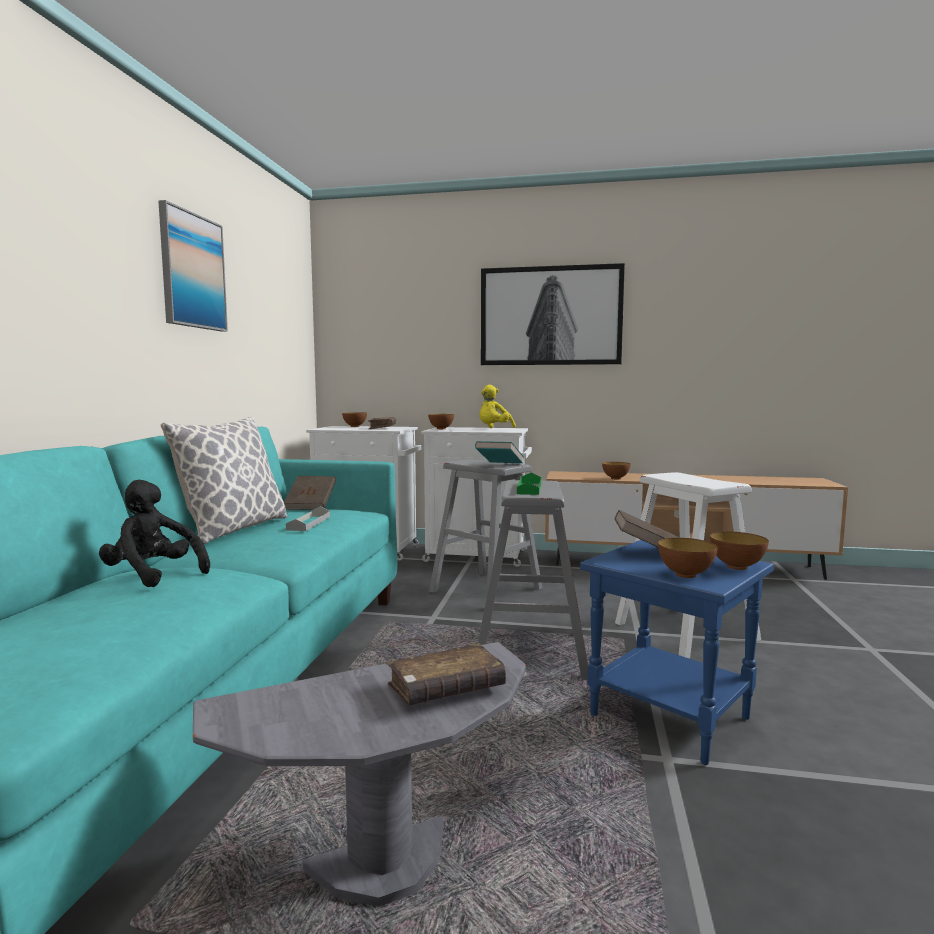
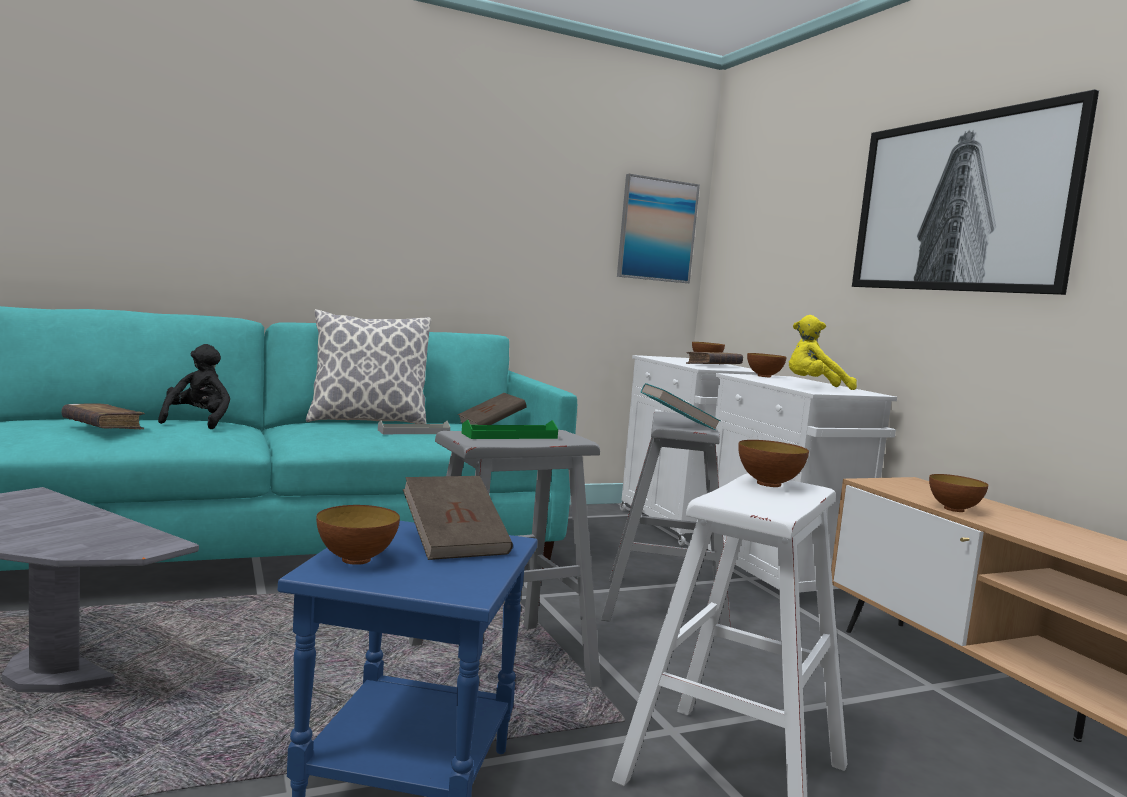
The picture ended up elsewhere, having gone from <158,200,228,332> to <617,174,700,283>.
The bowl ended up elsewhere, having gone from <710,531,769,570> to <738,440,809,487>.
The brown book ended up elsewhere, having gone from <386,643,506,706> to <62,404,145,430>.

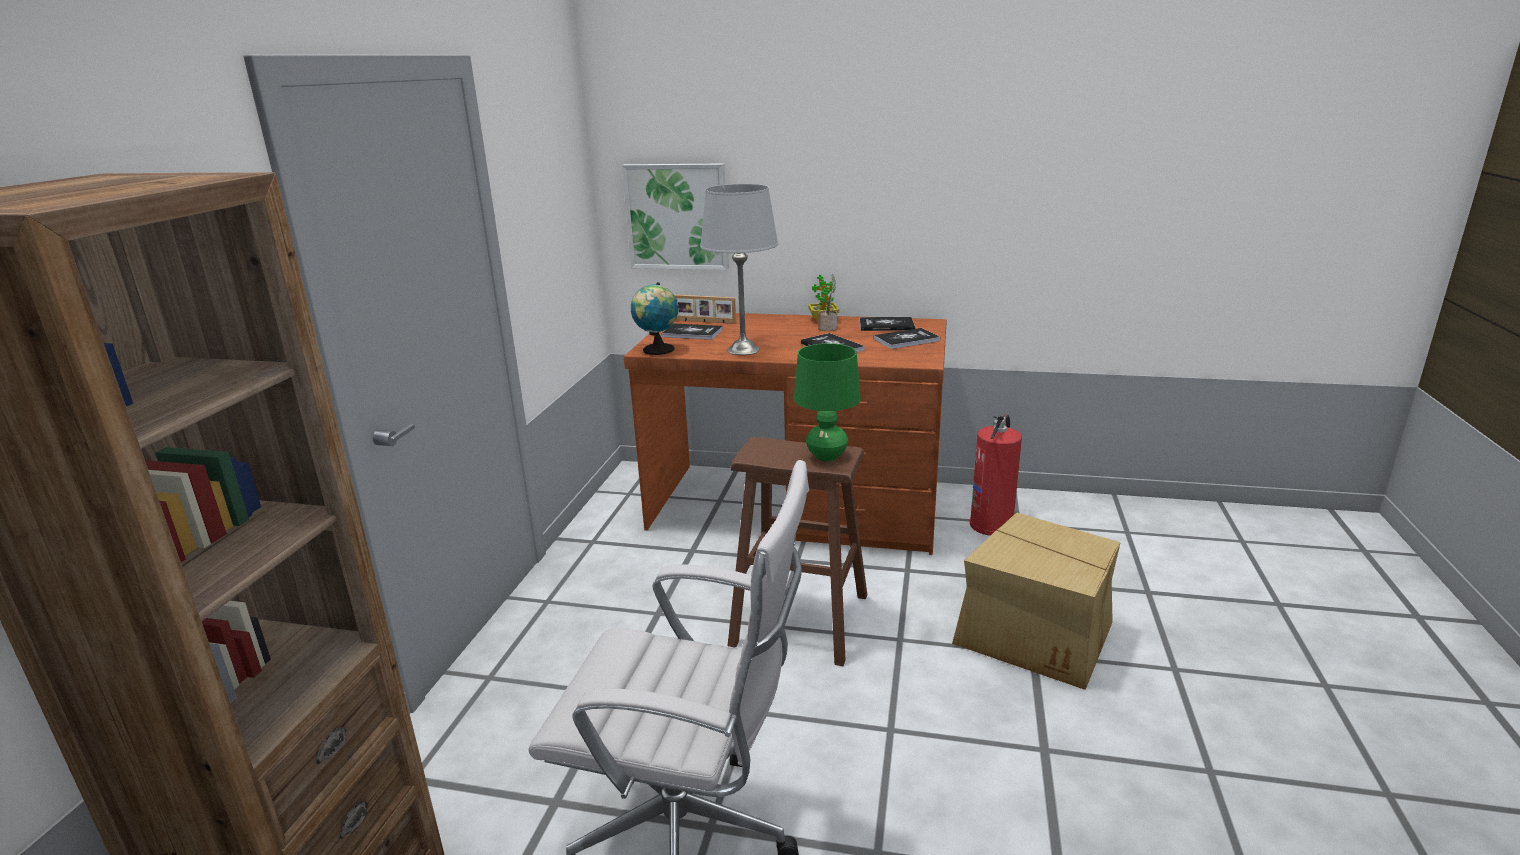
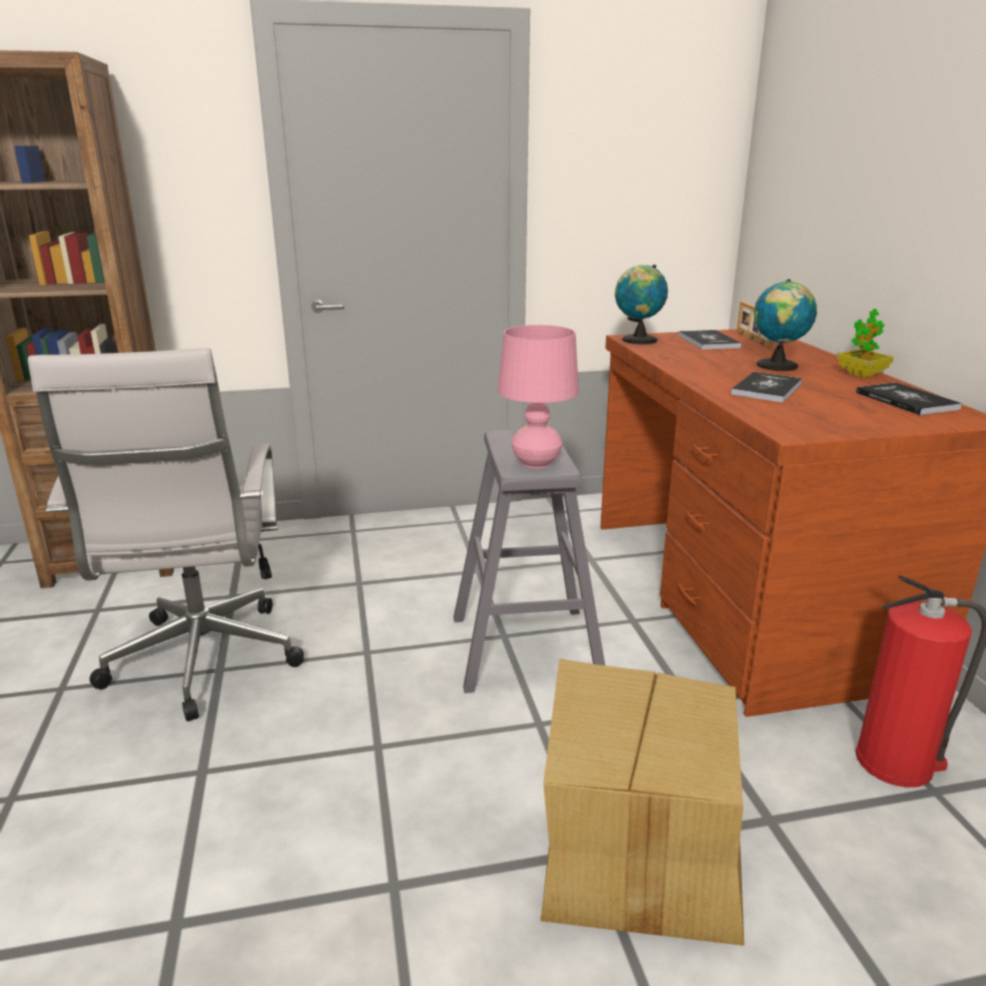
The second view lost the picture at <622,164,729,270>.
The second view lost the grey table lamp at <700,184,778,355>.
The second view lost the potted plant at <818,274,837,331>.
The second view lost the book at <874,328,941,349>.
What was the green table lamp at <794,343,861,461> turned into the pink table lamp at <498,325,579,468>.
What was the brown stool at <727,437,867,666> turned into the grey stool at <454,430,605,693>.
The second view gained the globe at <754,279,817,371>.

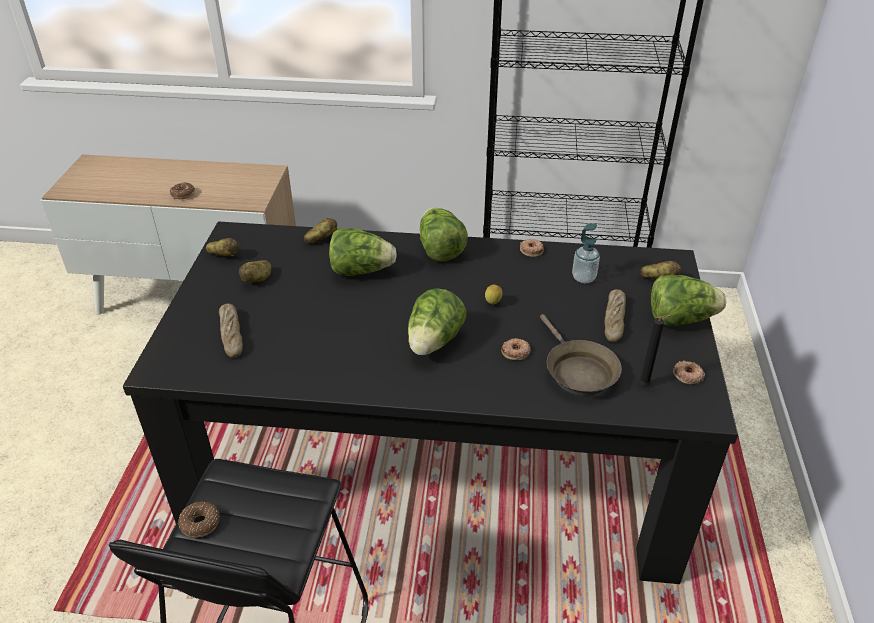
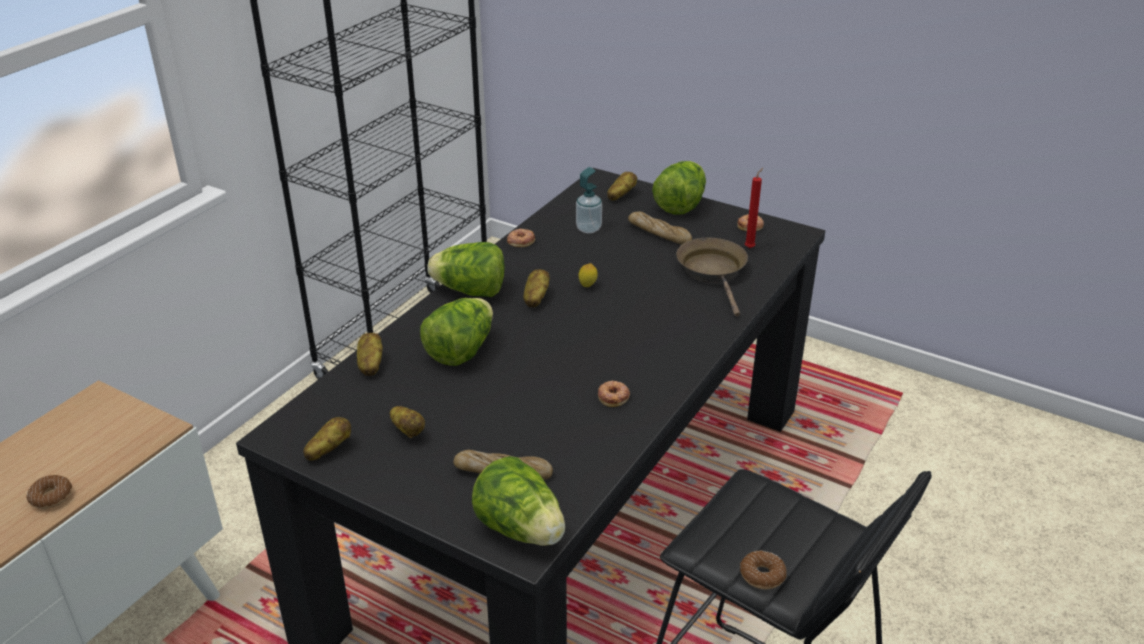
The lettuce ended up elsewhere, having gone from <408,288,467,355> to <472,456,565,546>.
The brown frying pan at <540,314,622,396> ended up facing another way, 105 degrees counterclockwise from before.
What was the black candle at <639,315,672,385> turned into the red candle at <745,168,763,248>.
The donut ended up elsewhere, having gone from <501,338,531,360> to <598,381,630,407>.
The second view gained the potato at <524,269,549,307>.

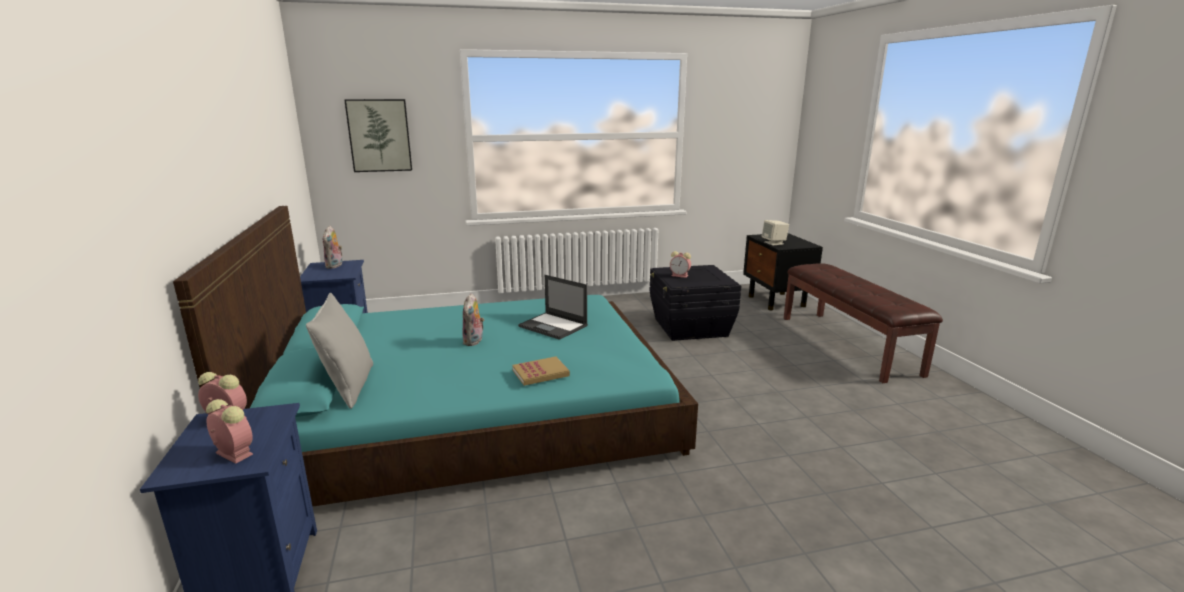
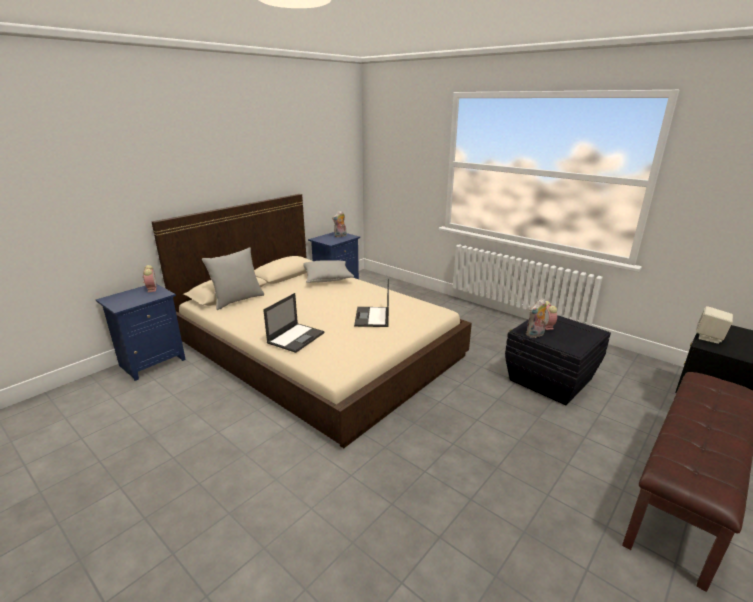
The second view lost the picture at <344,99,412,172>.
What was the turquoise bed at <173,206,698,507> turned into the beige bed at <152,194,472,448>.
The plush toy ended up elsewhere, having gone from <462,293,484,346> to <526,299,546,338>.
Where the book stood at <512,357,570,386>, the laptop came to stand at <263,293,324,353>.
The second view lost the alarm clock at <206,399,253,464>.
The second view gained the grey pillow at <303,260,354,283>.

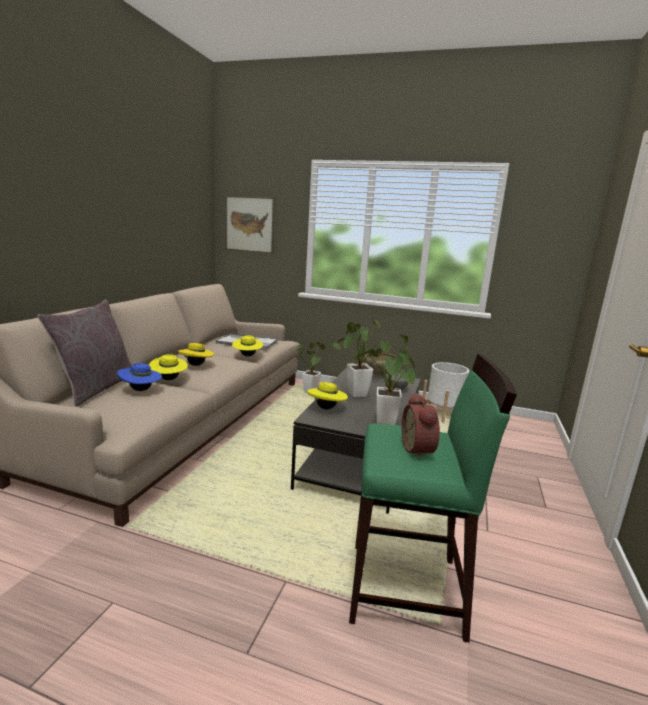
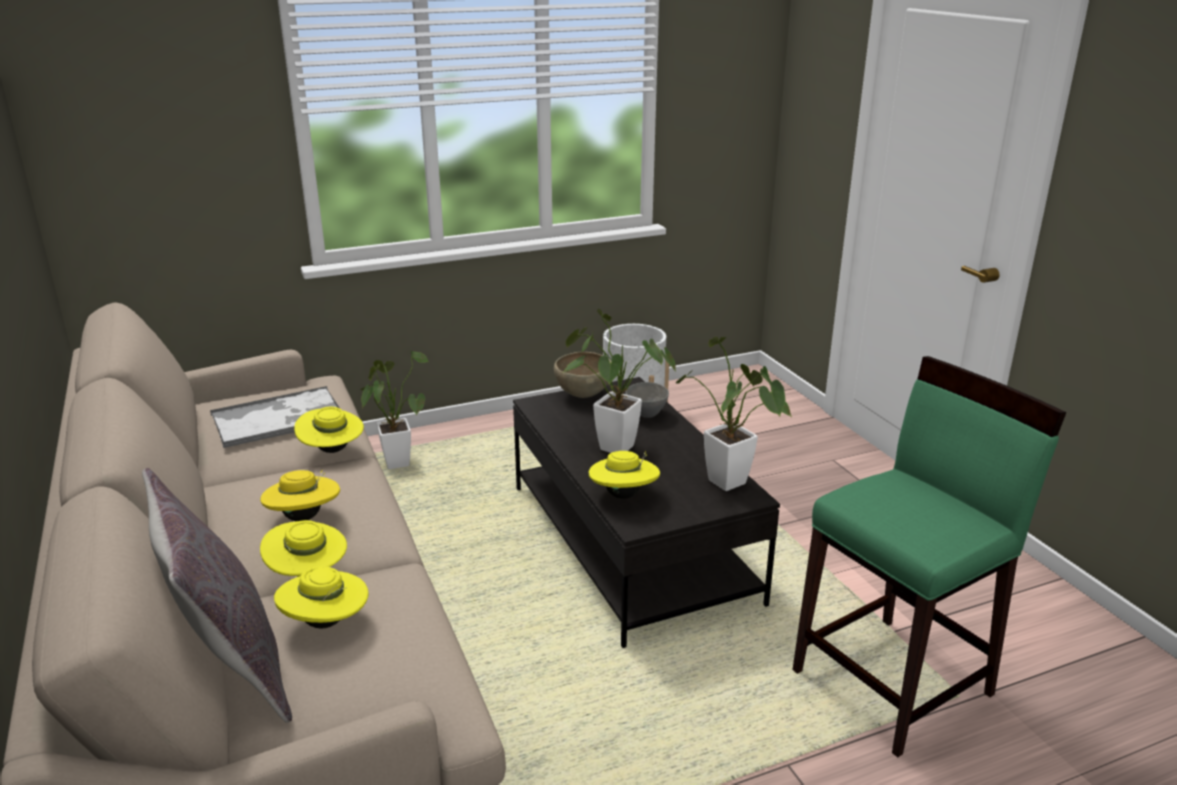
The second view lost the picture at <225,195,275,254>.
What was the blue hat at <117,363,162,391> turned into the yellow hat at <274,566,369,628>.
The second view lost the alarm clock at <402,393,440,460>.

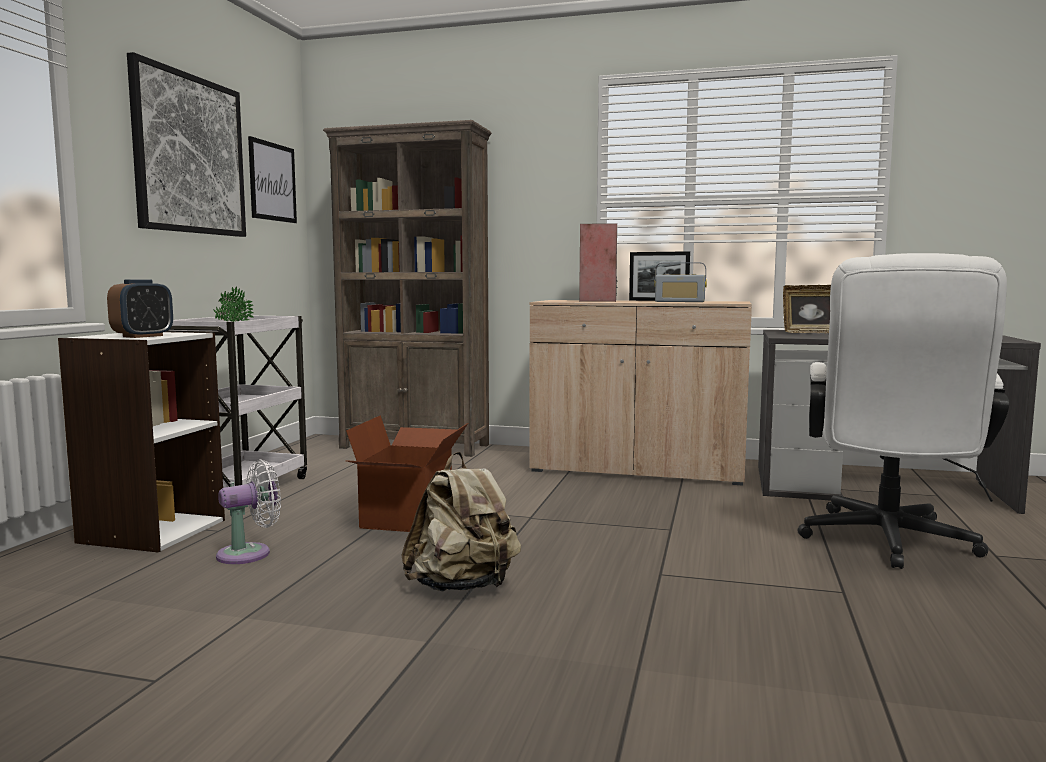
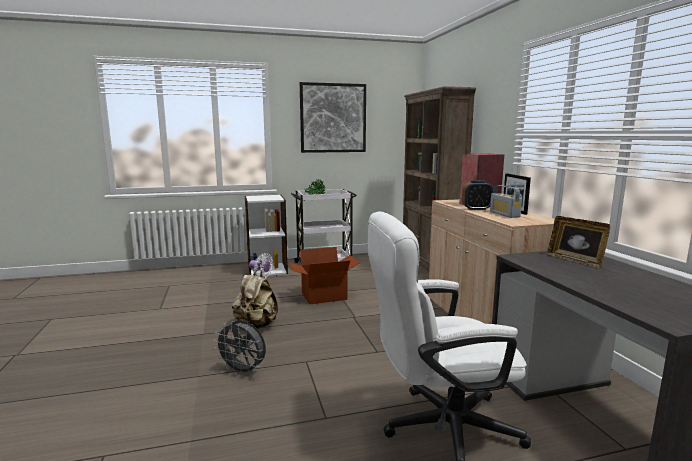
The second view lost the picture at <248,136,297,223>.
The alarm clock ended up elsewhere, having gone from <107,280,173,338> to <462,180,493,210>.
The second view gained the grey fan at <213,320,266,376>.

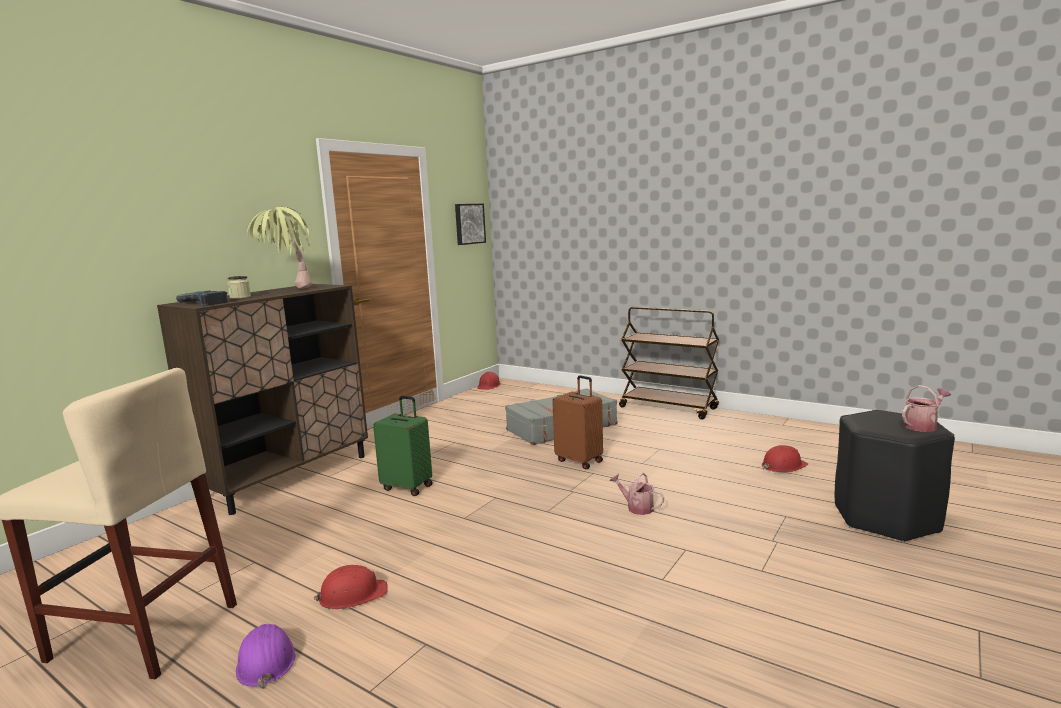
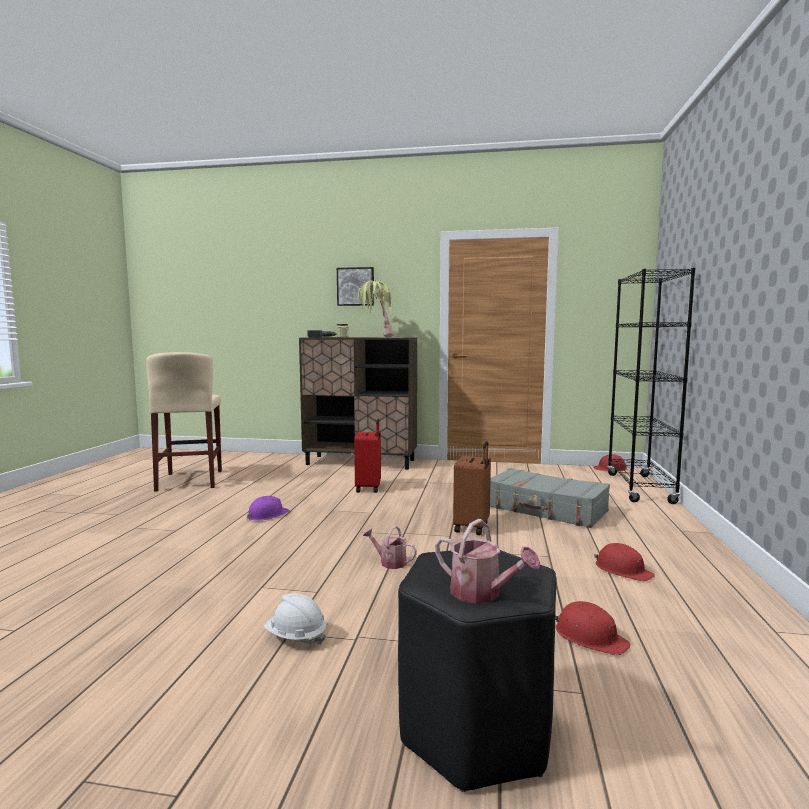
The picture ended up elsewhere, having gone from <455,204,486,245> to <337,267,374,306>.
The second view lost the brown cart at <619,307,719,420>.
What was the green suitcase at <373,396,433,496> turned into the red suitcase at <354,419,381,493>.
The watering can at <609,473,664,515> ended up facing another way, 75 degrees counterclockwise from before.
The red hard hat ended up elsewhere, having gone from <313,565,388,609> to <594,543,655,581>.
The purple hard hat ended up elsewhere, having gone from <236,624,295,689> to <247,496,290,520>.
The second view gained the black bookcase at <607,268,696,504>.
The second view gained the white hard hat at <264,593,326,645>.

